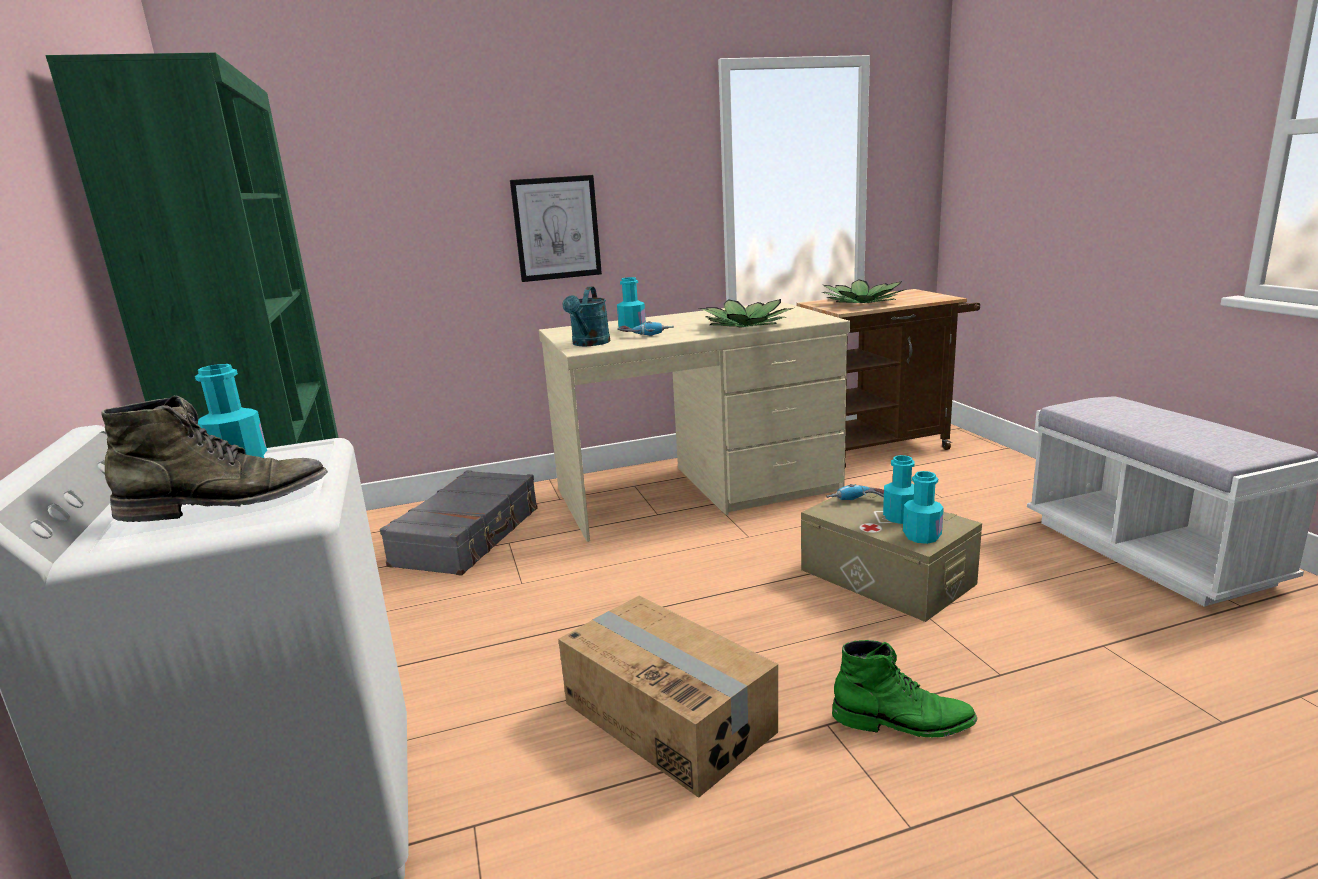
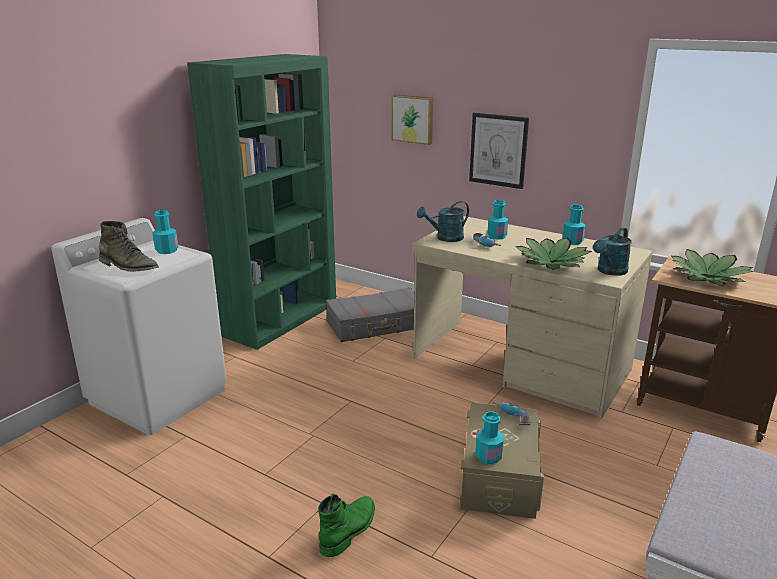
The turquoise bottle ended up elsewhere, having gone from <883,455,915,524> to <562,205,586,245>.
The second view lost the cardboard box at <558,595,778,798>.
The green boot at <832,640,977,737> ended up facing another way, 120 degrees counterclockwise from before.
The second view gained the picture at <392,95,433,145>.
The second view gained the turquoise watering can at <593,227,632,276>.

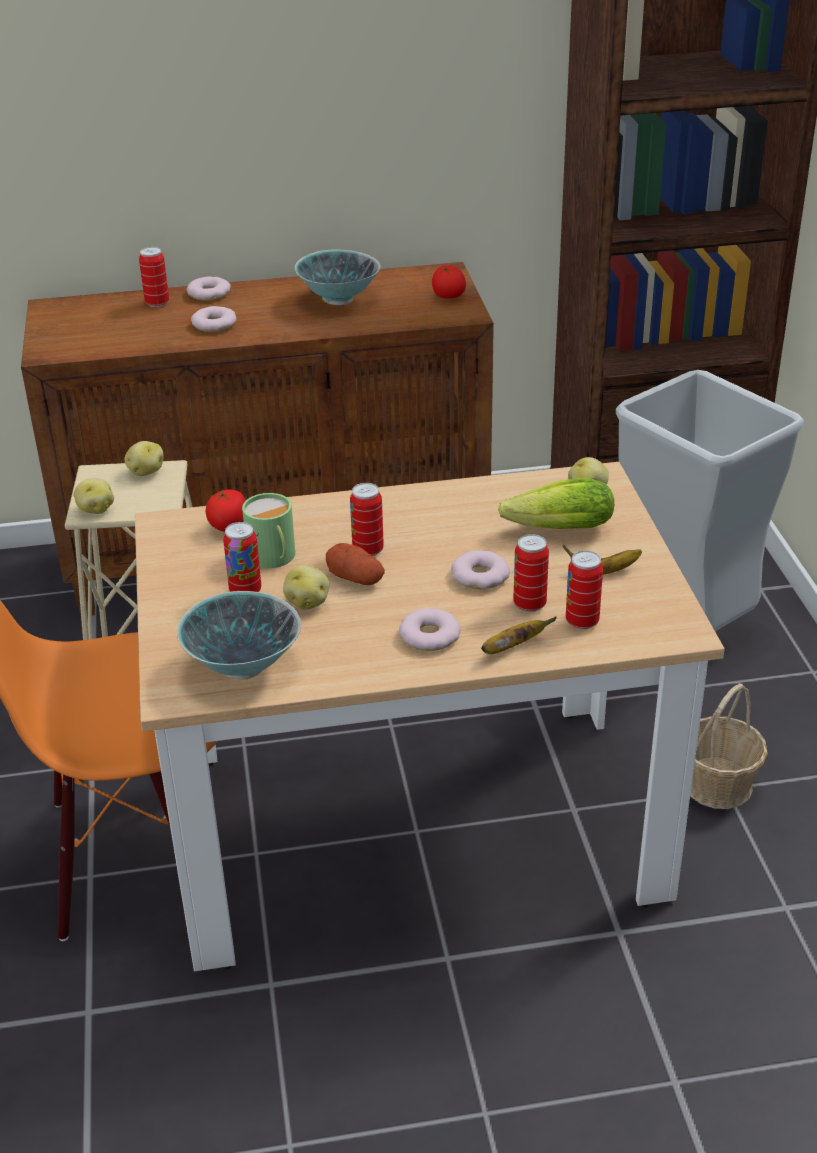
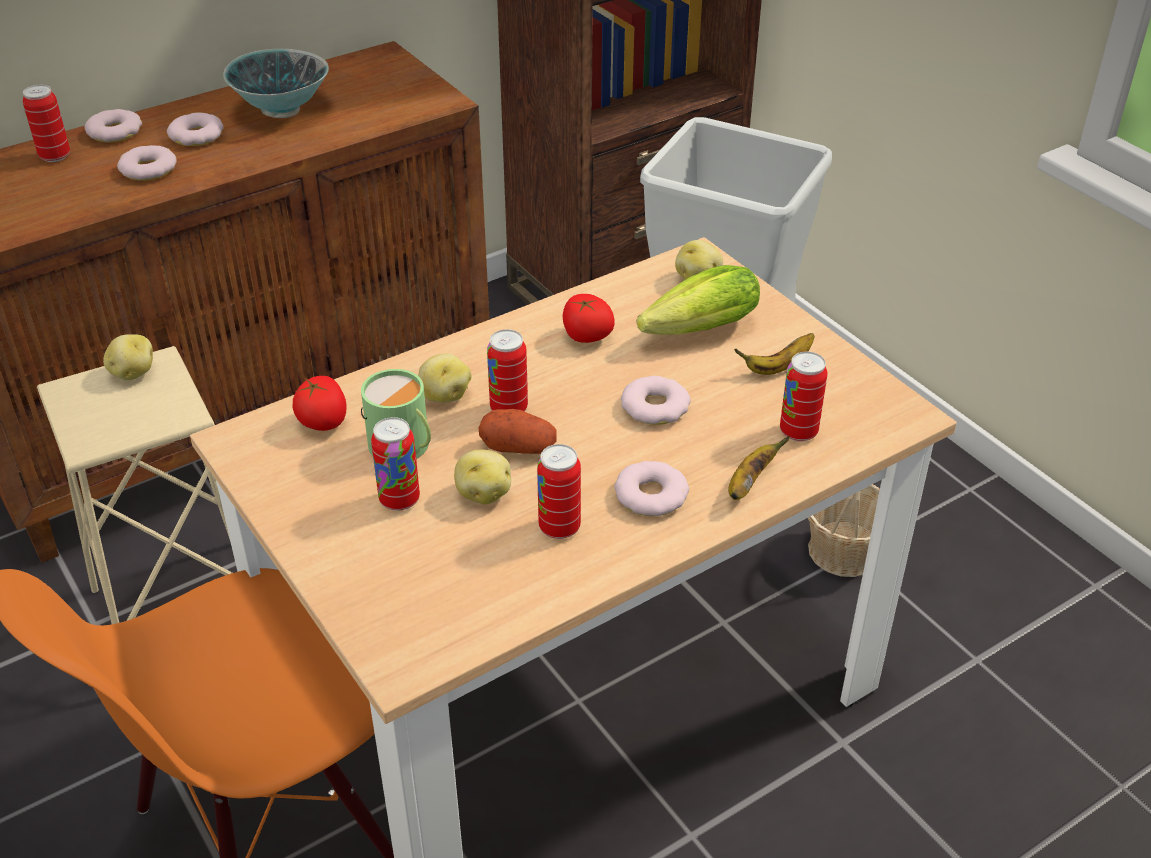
The tomato ended up elsewhere, having gone from <432,266,466,298> to <563,294,615,343>.
The potato ended up elsewhere, having gone from <73,478,114,514> to <418,354,471,403>.
The can ended up elsewhere, having gone from <513,534,549,612> to <537,444,581,539>.
The second view lost the bowl at <177,591,301,680>.
The second view gained the donut at <167,112,224,146>.

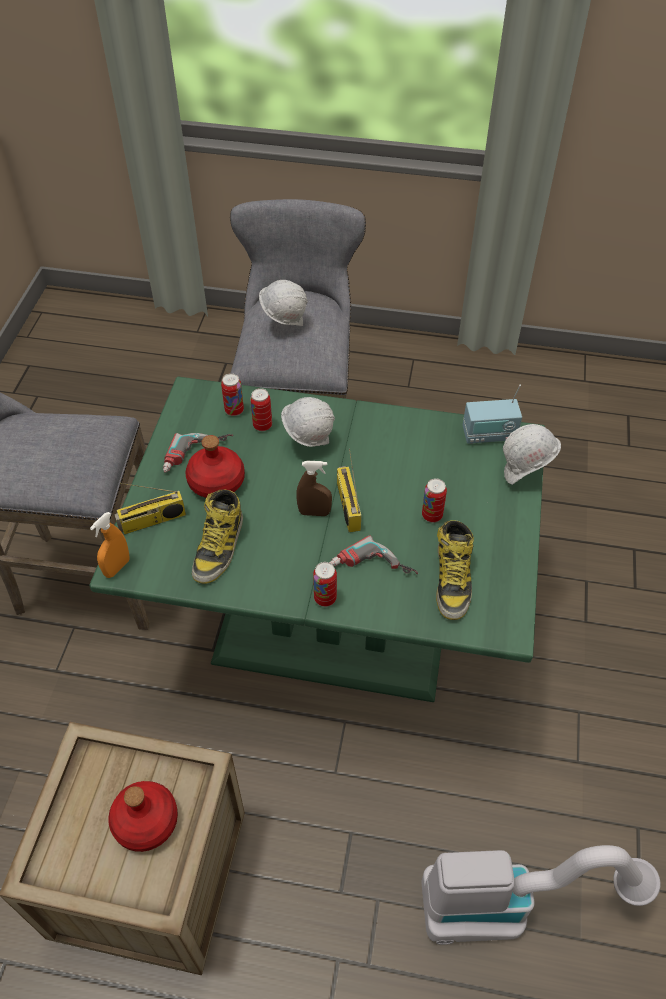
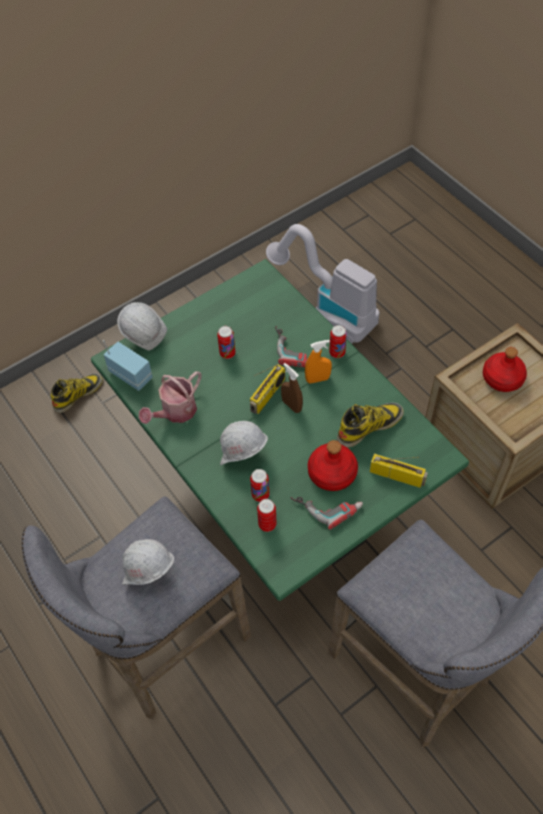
The orange spray bottle ended up elsewhere, having gone from <90,512,129,578> to <305,340,332,384>.
The boot ended up elsewhere, having gone from <436,520,474,620> to <50,373,103,413>.
The second view gained the watering can at <139,371,202,424>.

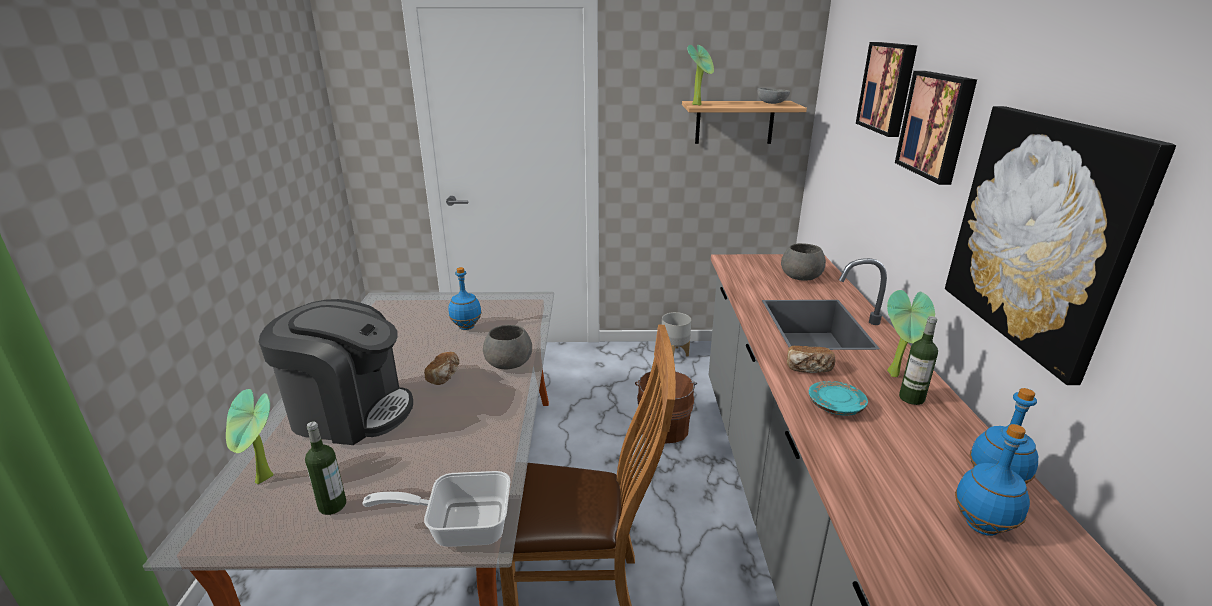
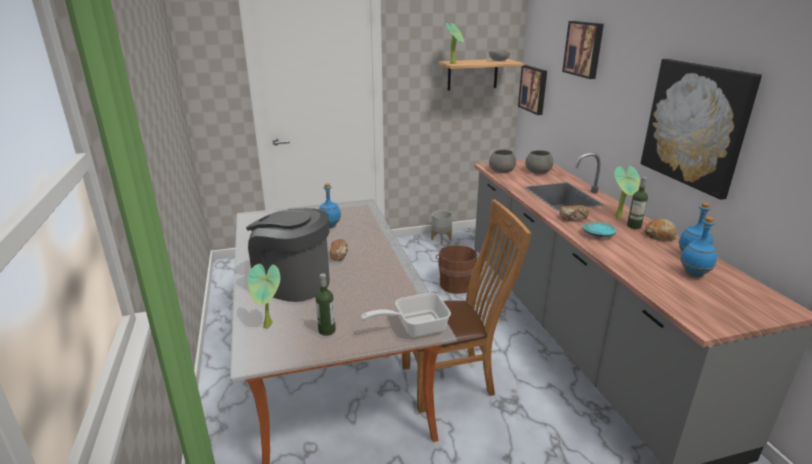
The picture ended up elsewhere, having gone from <895,71,977,185> to <518,65,547,115>.
The coffee machine at <259,299,413,445> ended up facing another way, 150 degrees counterclockwise from before.
The grey bowl ended up elsewhere, having gone from <483,325,532,369> to <489,150,516,173>.
The second view gained the bread at <644,219,676,241>.

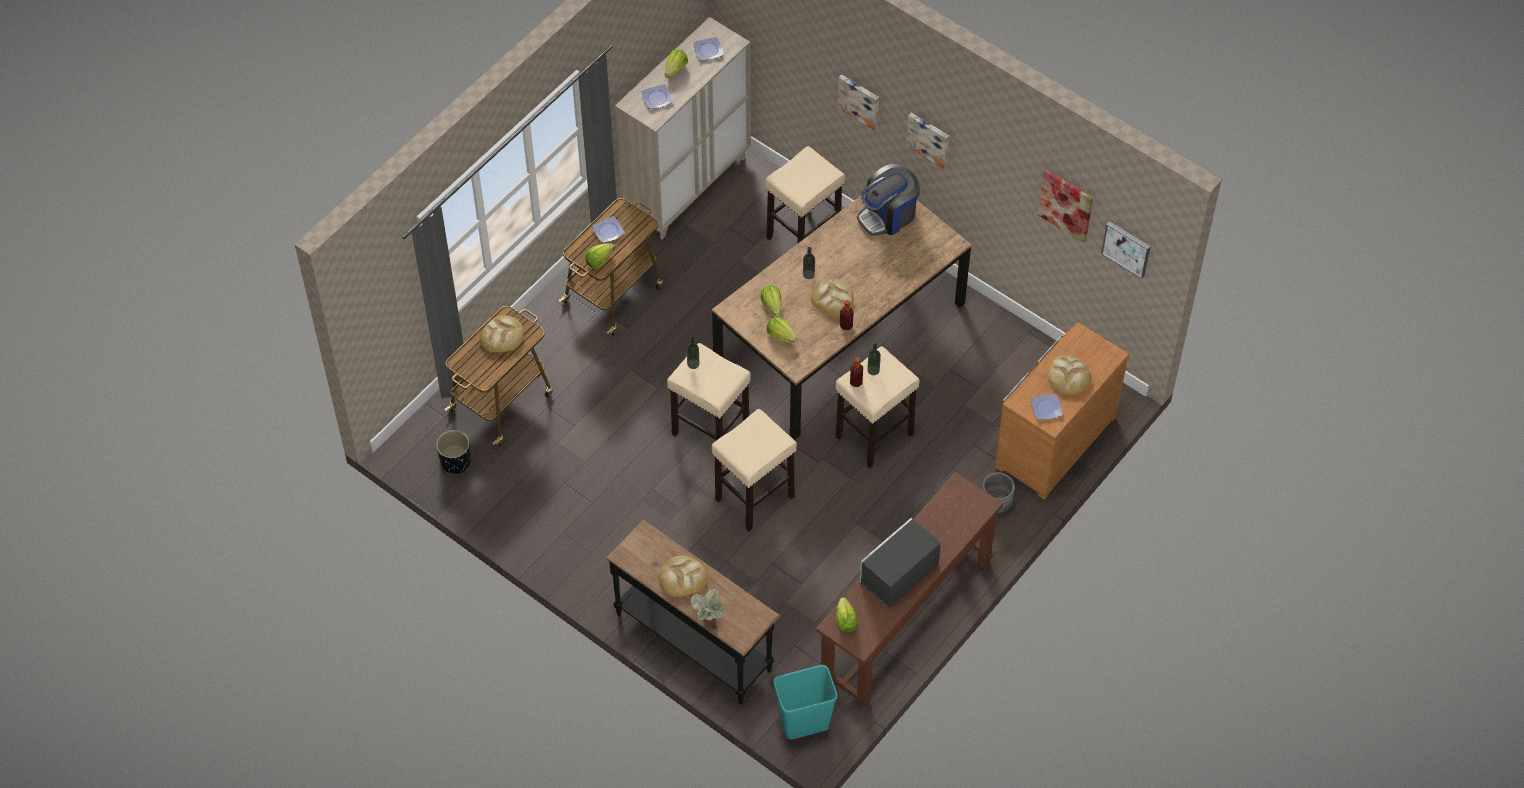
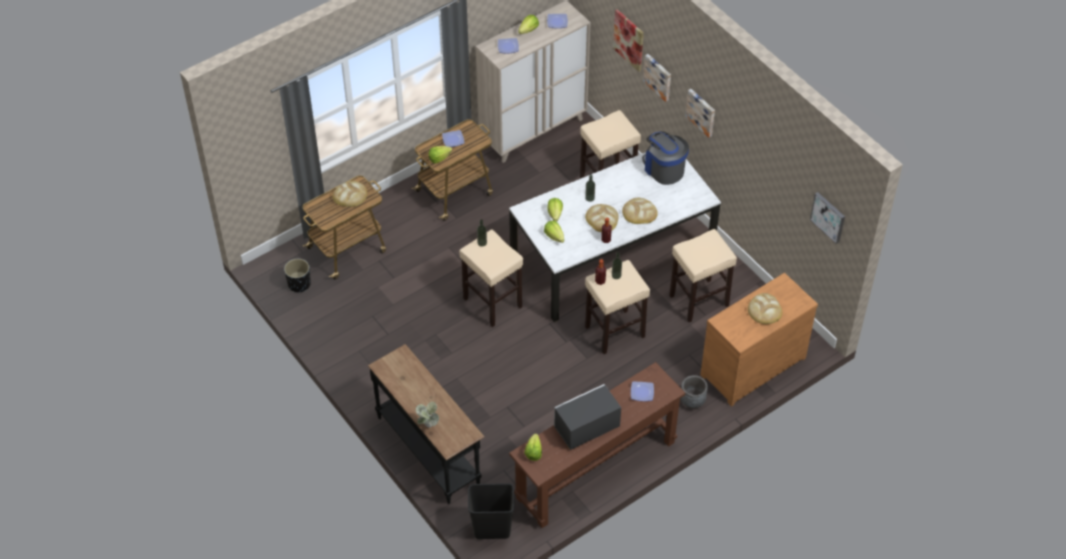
The coffee machine at <857,164,920,236> ended up facing another way, 75 degrees clockwise from before.
The picture ended up elsewhere, having gone from <1038,169,1093,243> to <613,9,644,72>.
What was the brown dining table at <712,193,972,440> turned into the white dining table at <509,152,721,322>.
The plate ended up elsewhere, having gone from <1031,394,1063,420> to <631,382,654,401>.
The beige stool ended up elsewhere, having gone from <712,409,797,531> to <669,229,737,322>.
The bread ended up elsewhere, having gone from <659,556,708,597> to <622,198,658,224>.
What was the turquoise trash can at <774,665,837,739> turned into the black trash can at <468,483,515,539>.

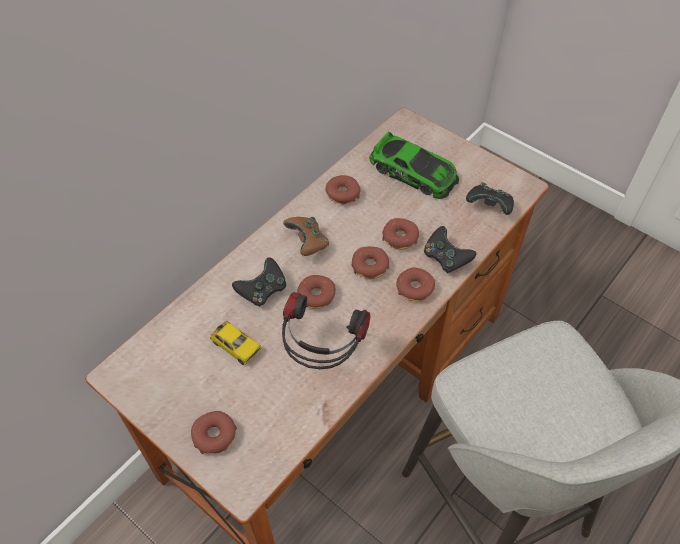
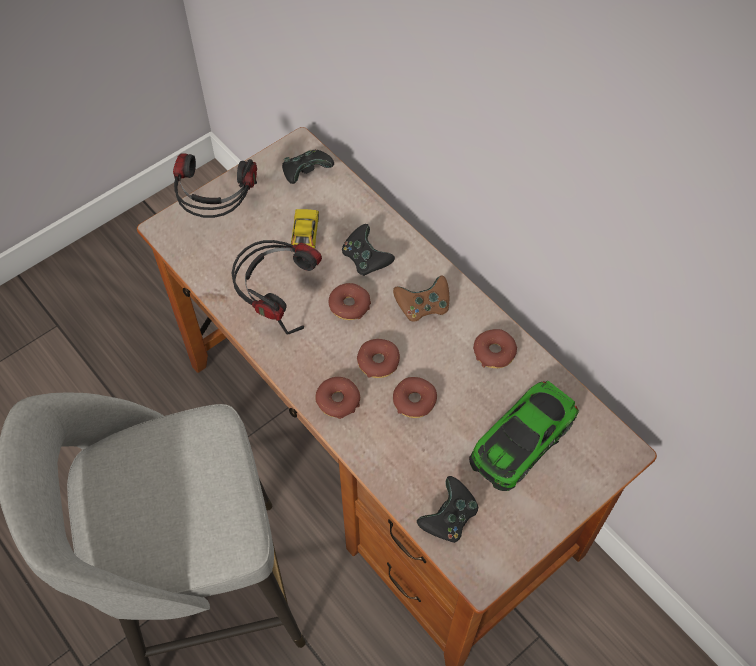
The black game controller ended up elsewhere, having gone from <424,226,477,273> to <282,149,334,184>.
The toy car at <210,321,261,365> ended up facing another way, 135 degrees clockwise from before.
Where the donut stood at <191,411,237,454>, the headphones came to stand at <173,153,257,218>.

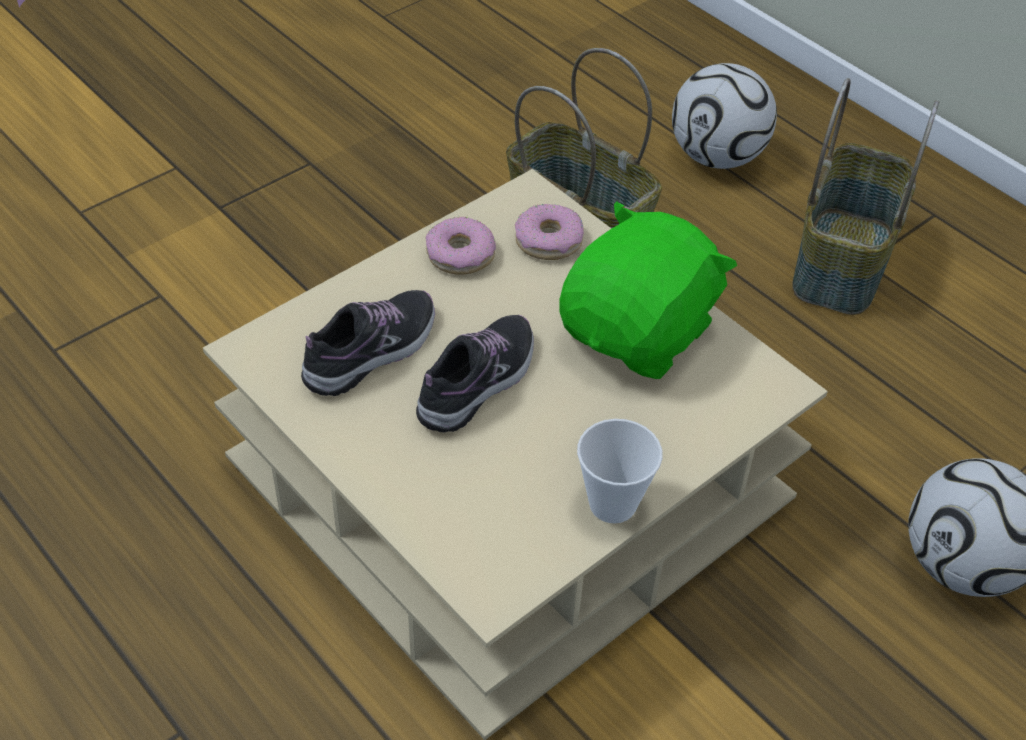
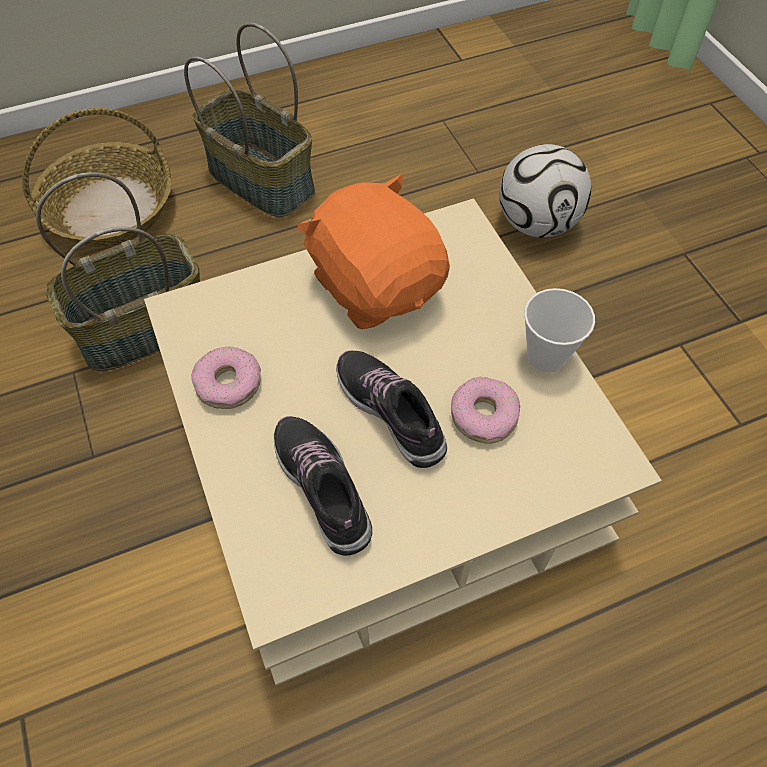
Where the football stood at <672,63,777,169>, the basket came to stand at <22,108,172,247>.
What was the green plush toy at <559,201,737,379> turned into the orange plush toy at <297,174,450,329>.
The donut ended up elsewhere, having gone from <515,204,584,260> to <451,377,520,444>.

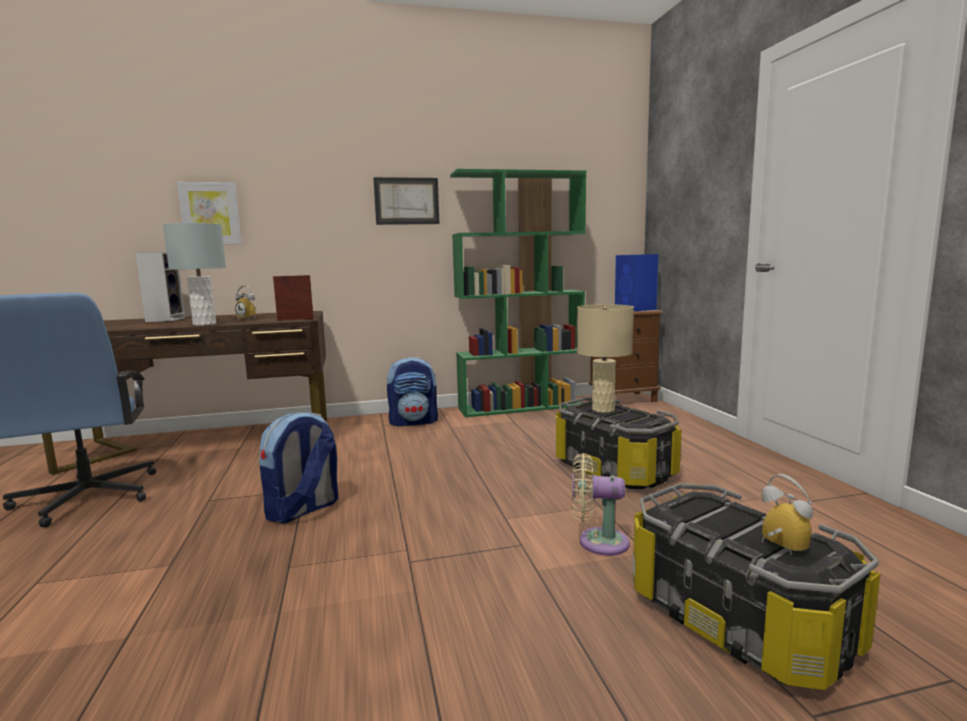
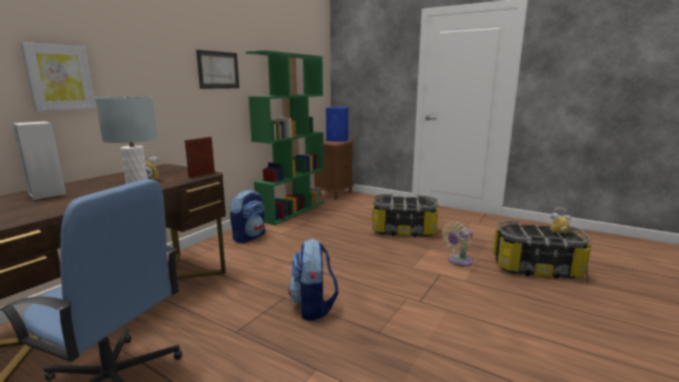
The second view lost the beige table lamp at <577,304,634,413>.

